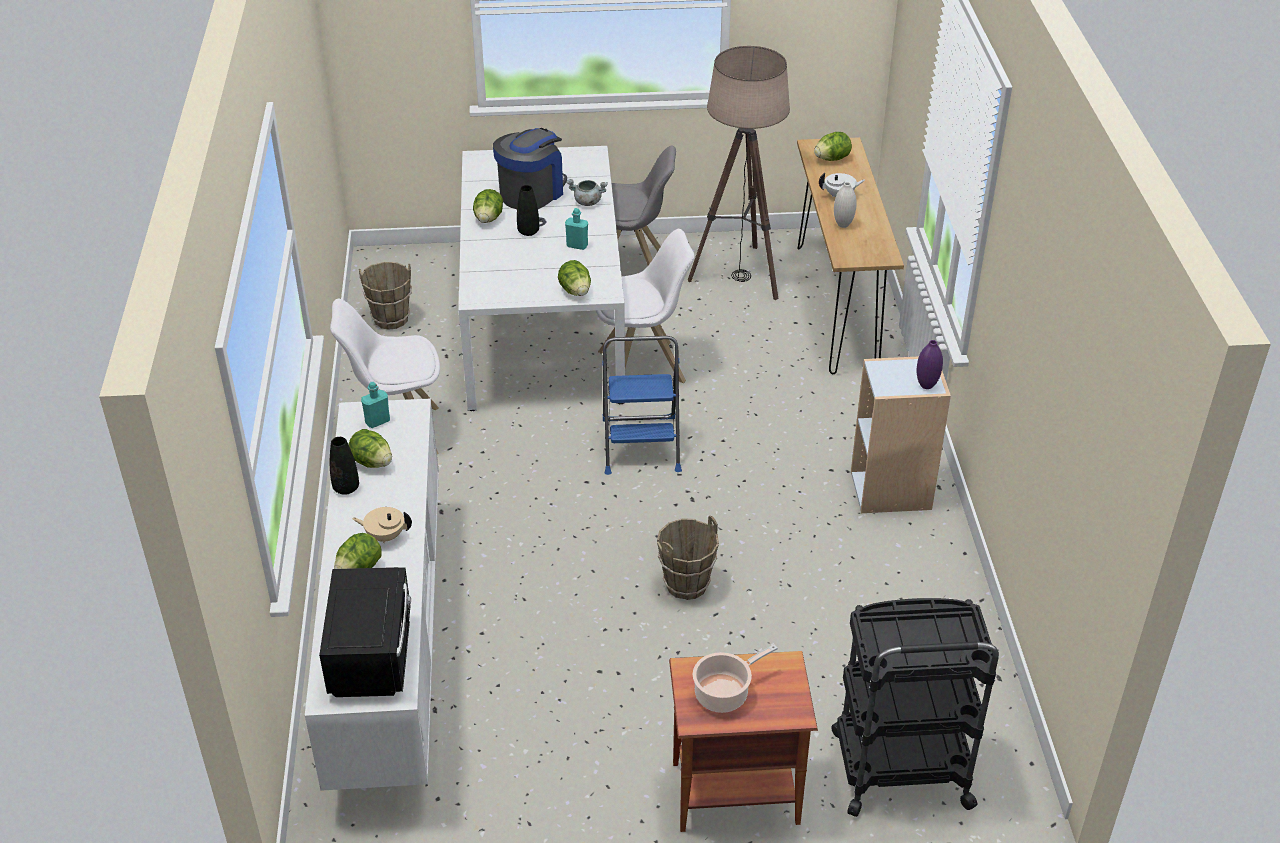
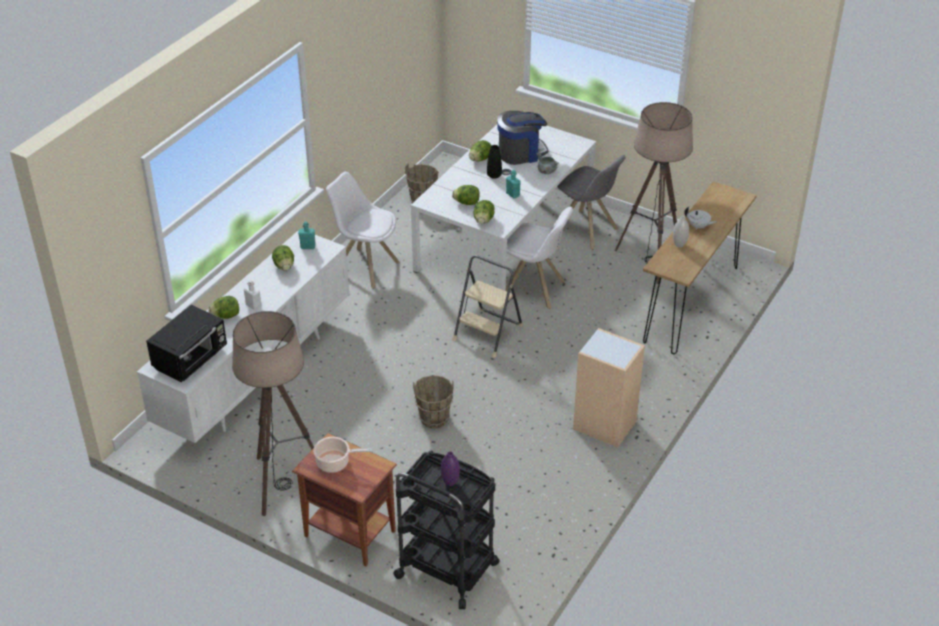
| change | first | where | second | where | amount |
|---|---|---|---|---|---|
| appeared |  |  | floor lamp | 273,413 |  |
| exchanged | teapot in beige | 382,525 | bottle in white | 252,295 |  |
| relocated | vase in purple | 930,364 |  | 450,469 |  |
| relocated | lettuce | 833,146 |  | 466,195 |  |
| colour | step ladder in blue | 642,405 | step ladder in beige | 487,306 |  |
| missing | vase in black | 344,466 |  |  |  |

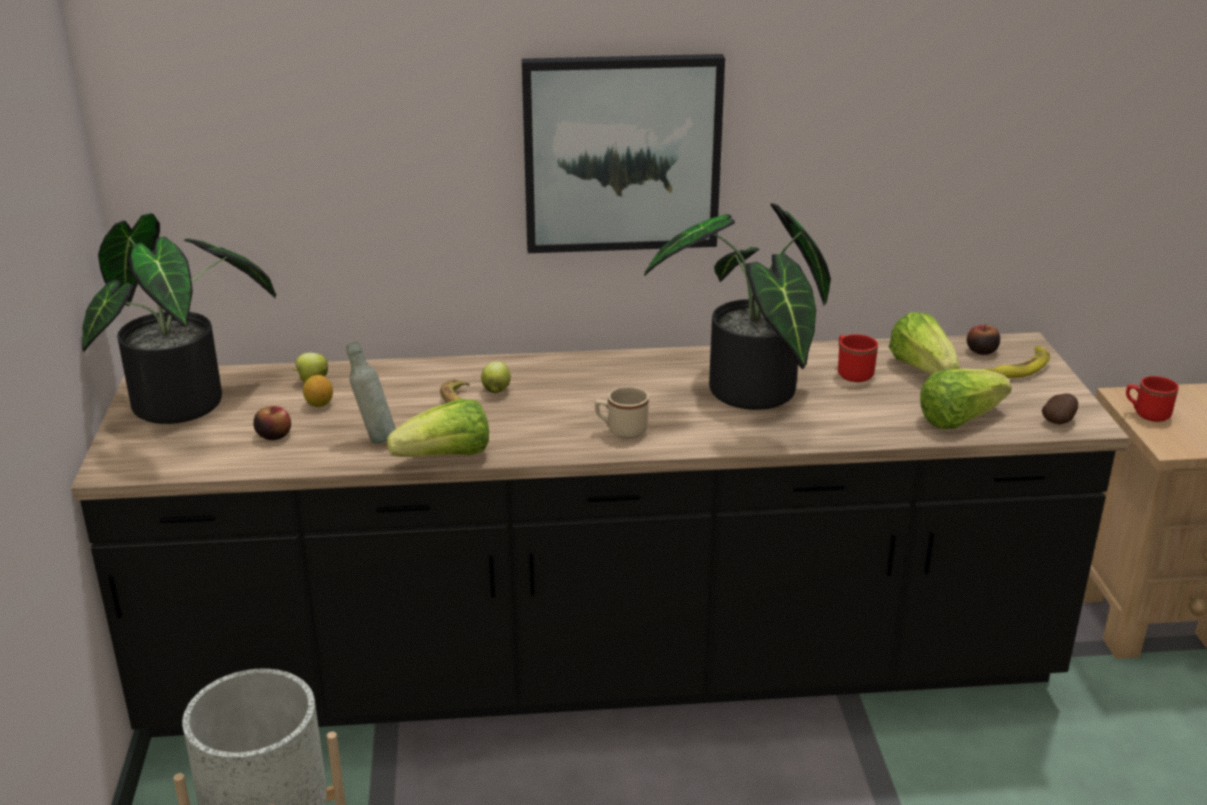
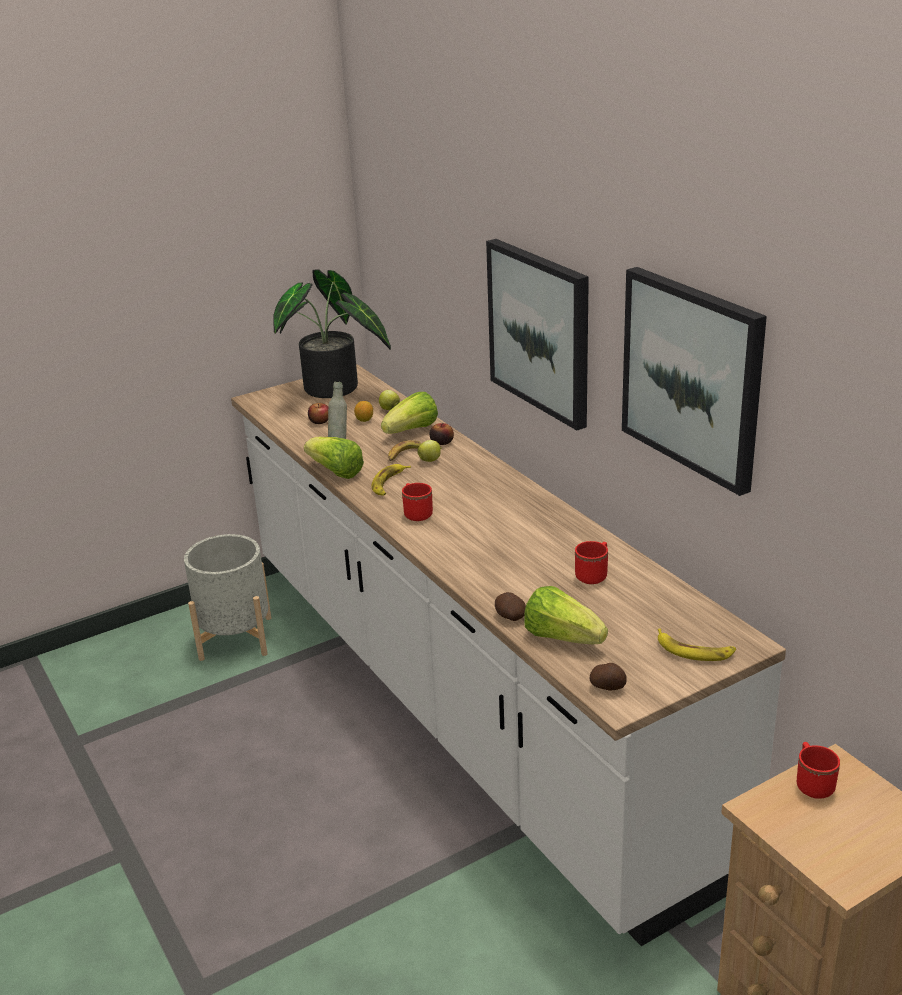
| change | first | where | second | where | amount |
|---|---|---|---|---|---|
| colour | counter in black | 600,534 | counter in white | 508,655 |  |
| appeared |  |  | banana | 391,480 |  |
| relocated | lettuce | 924,343 |  | 409,413 |  |
| colour | mug in beige | 622,413 | mug in red | 417,502 |  |
| relocated | apple | 983,339 |  | 442,434 |  |
| appeared |  |  | potato | 510,606 |  |
| appeared |  |  | picture | 694,381 |  |
| missing | potted plant | 737,306 |  |  |  |

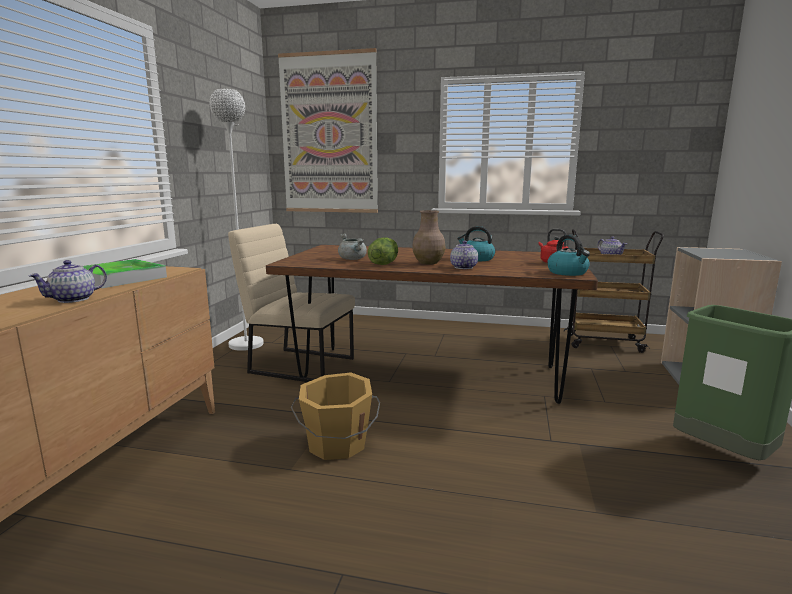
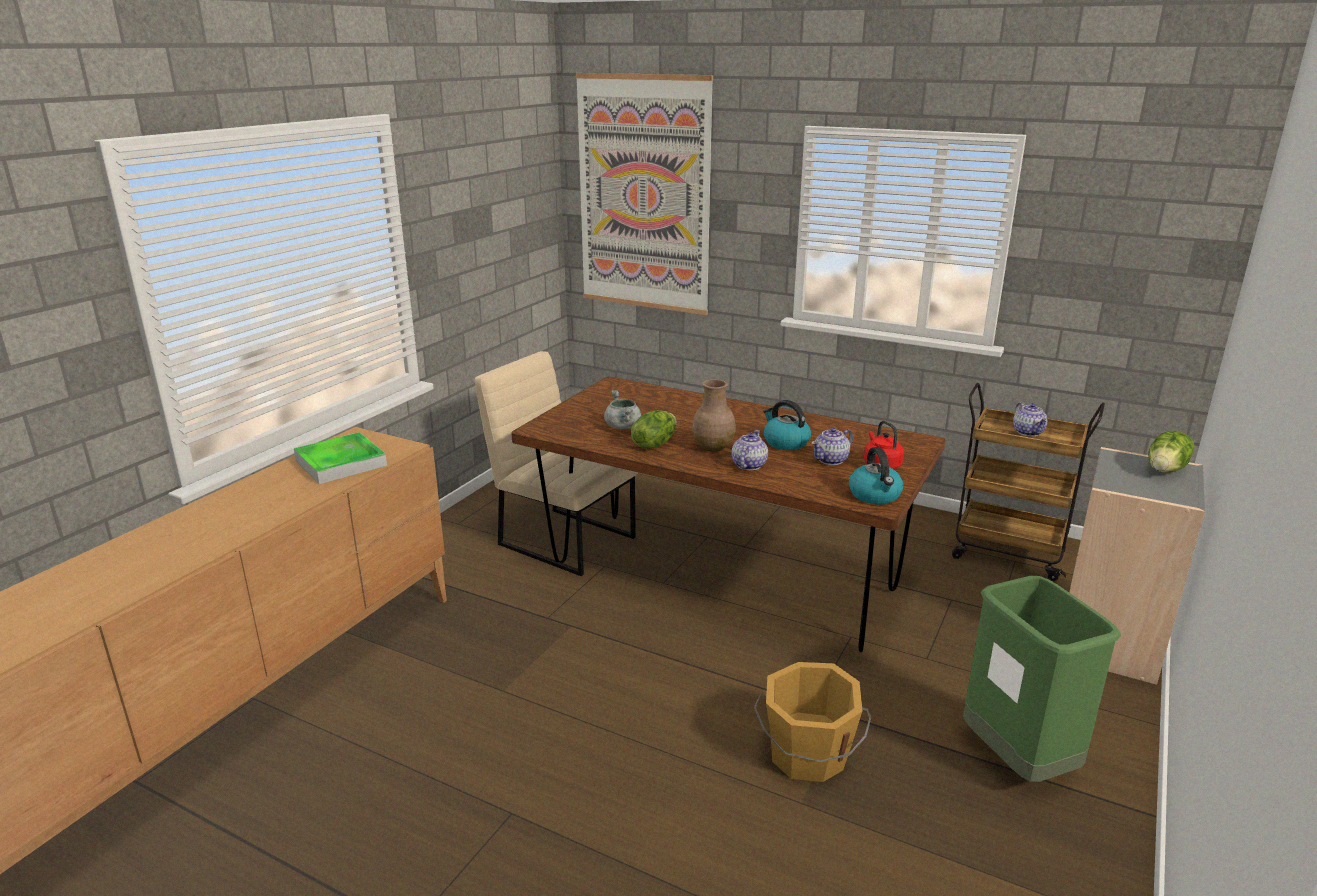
| change | first | where | second | where | amount |
|---|---|---|---|---|---|
| relocated | bucket in orange | 335,416 |  | 812,722 |  |
| relocated | teapot | 67,281 |  | 832,446 |  |
| appeared |  |  | lettuce | 1171,452 |  |
| missing | floor lamp in white | 237,220 |  |  |  |

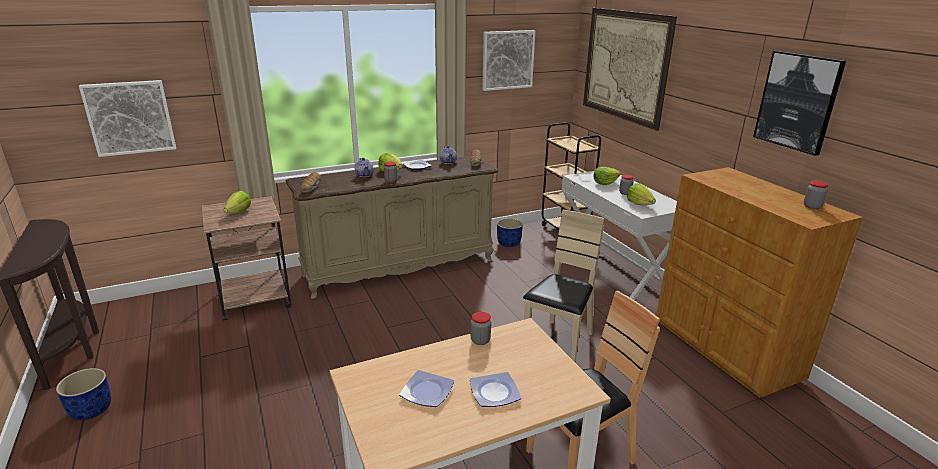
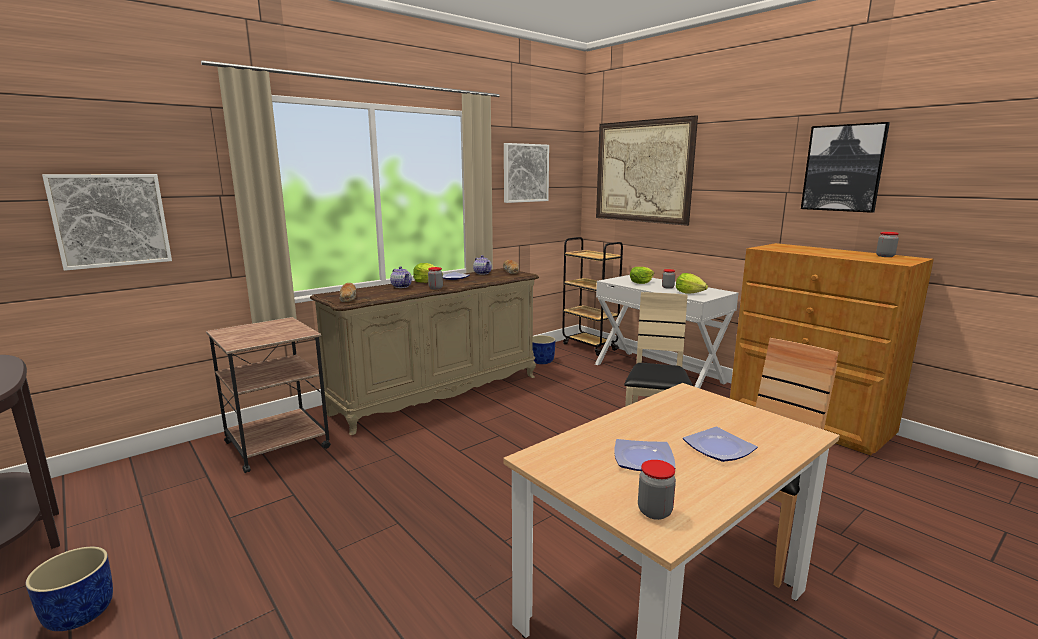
| change | first | where | second | where | amount |
|---|---|---|---|---|---|
| relocated | jar | 481,328 |  | 657,490 |  |
| missing | lettuce | 237,202 |  |  |  |

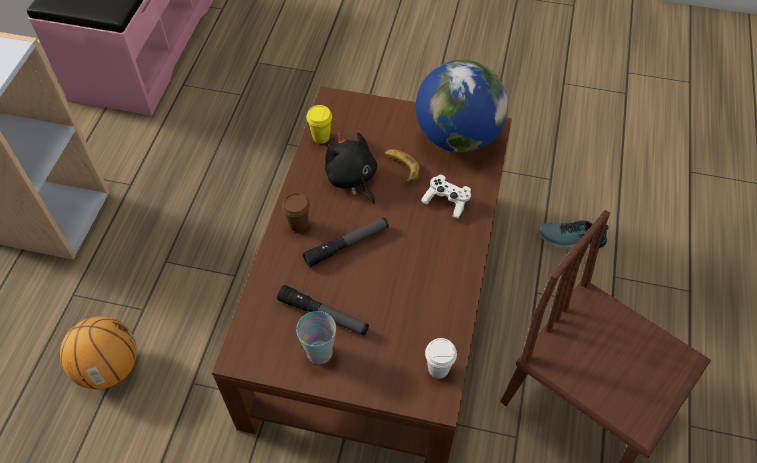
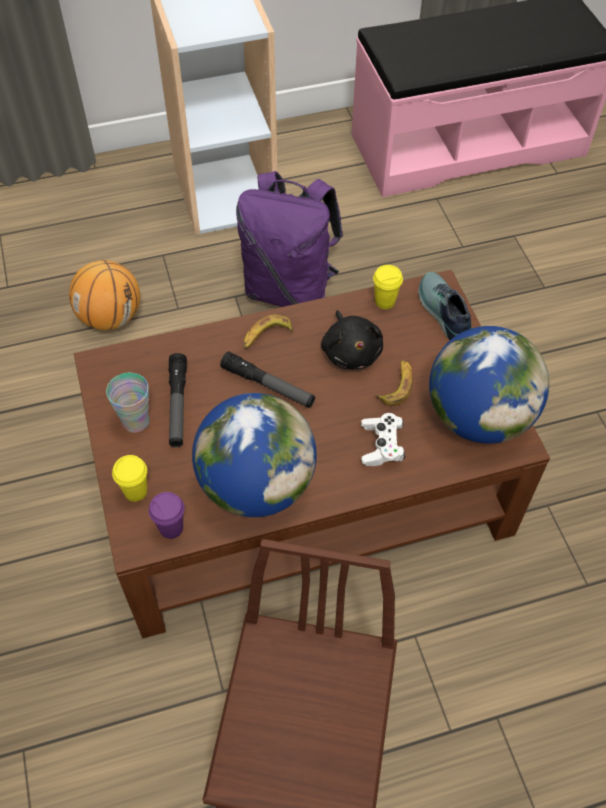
| change | first | where | second | where | amount |
|---|---|---|---|---|---|
| appeared |  |  | cup in yellow | 129,478 |  |
| colour | cup in white | 441,358 | cup in purple | 167,515 |  |
| appeared |  |  | globe | 254,455 |  |
| appeared |  |  | backpack in purple | 289,239 |  |
| exchanged | cup in brown | 296,212 | banana | 269,331 |  |
| spun | plush toy in black | 351,168 |  | 352,339 | 135 degrees clockwise |
| relocated | shoe | 574,234 |  | 445,306 |  |

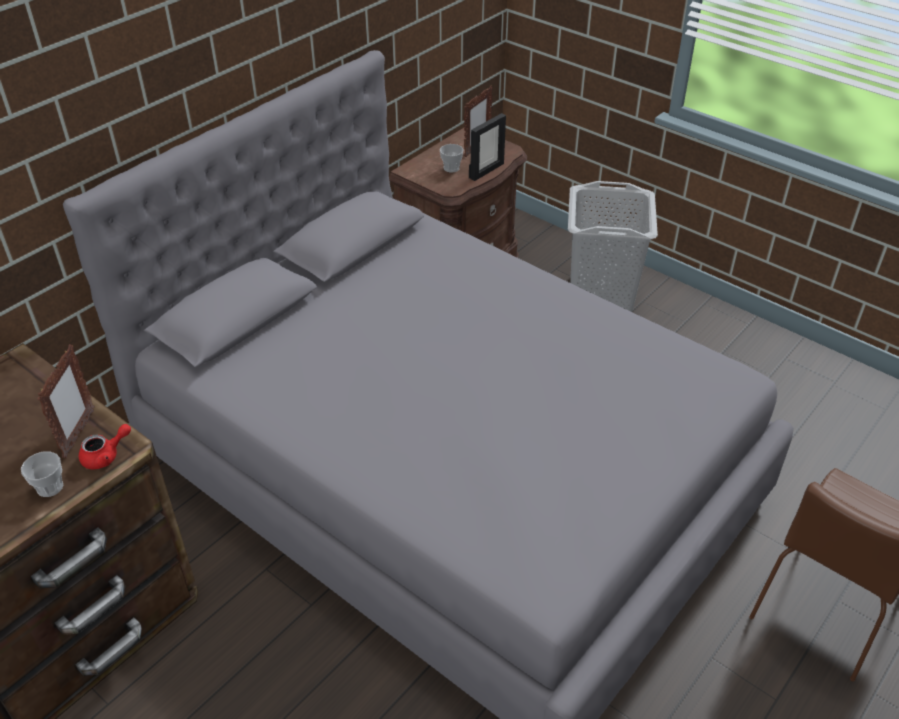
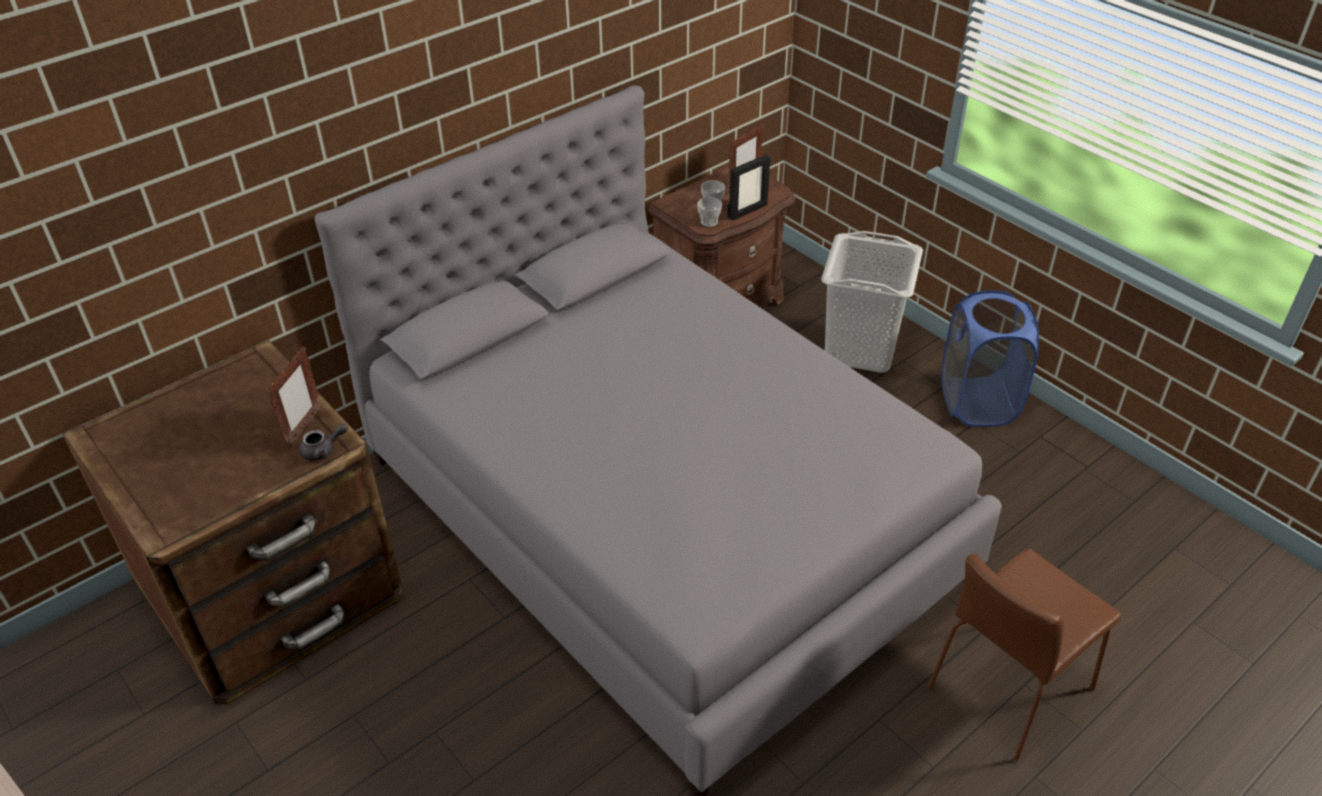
| change | first | where | second | where | amount |
|---|---|---|---|---|---|
| colour | teapot in red | 105,447 | teapot in grey | 324,442 |  |
| relocated | cup | 42,474 |  | 709,212 |  |
| appeared |  |  | laundry basket in blue | 990,358 |  |

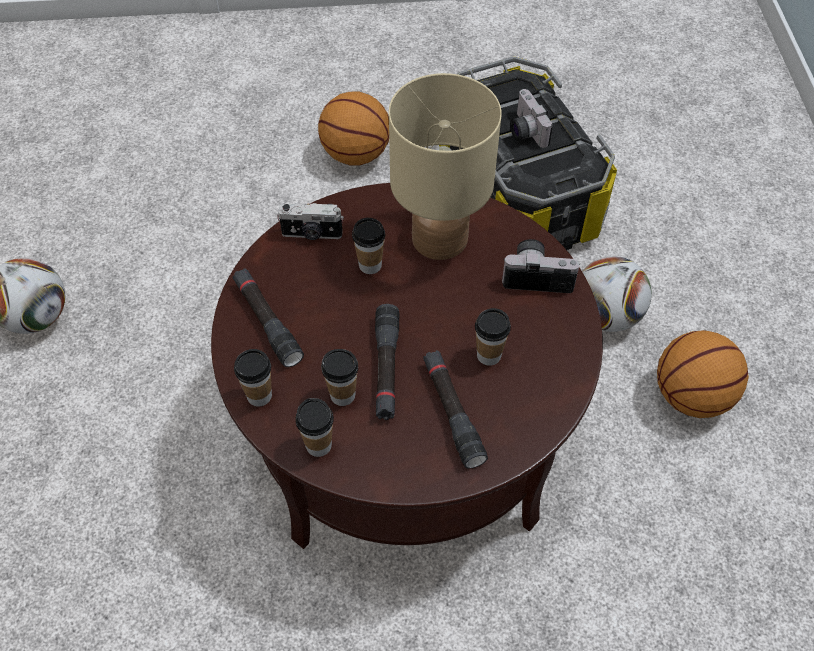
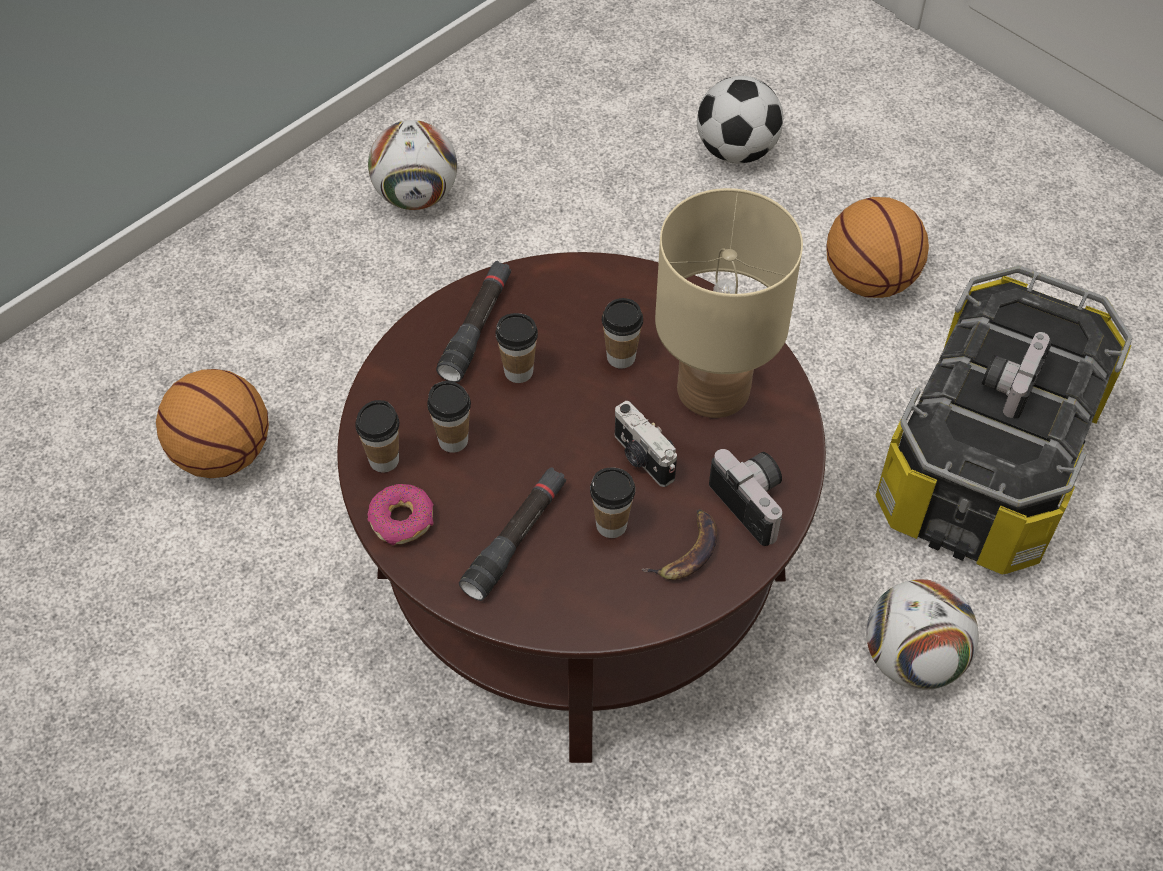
| change | first | where | second | where | amount |
|---|---|---|---|---|---|
| relocated | basketball | 703,374 |  | 212,423 |  |
| appeared |  |  | donut | 400,514 |  |
| relocated | cup | 253,378 |  | 517,348 |  |
| relocated | photo camera | 310,221 |  | 646,444 |  |
| appeared |  |  | banana | 679,544 |  |
| appeared |  |  | football | 740,120 |  |
| missing | flashlight in black | 387,362 |  |  |  |

